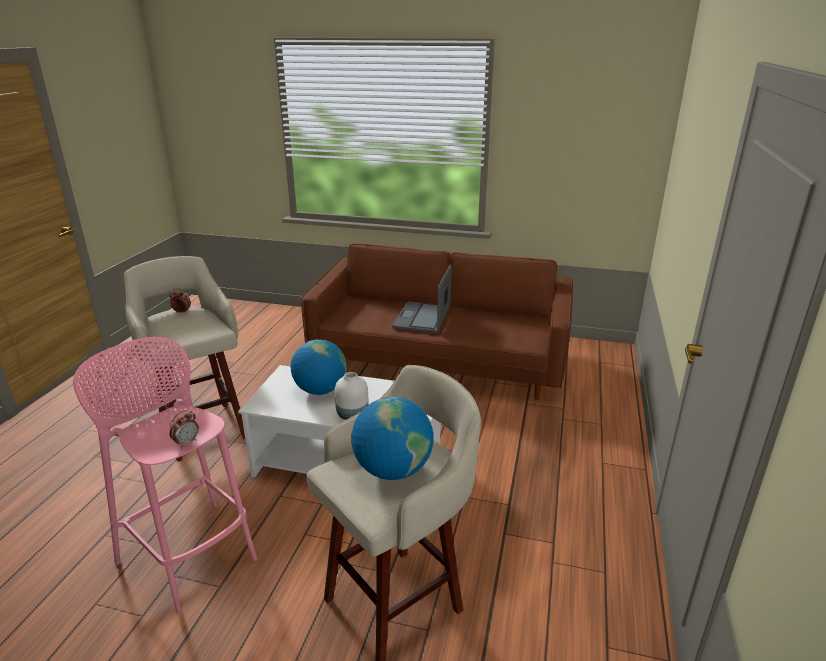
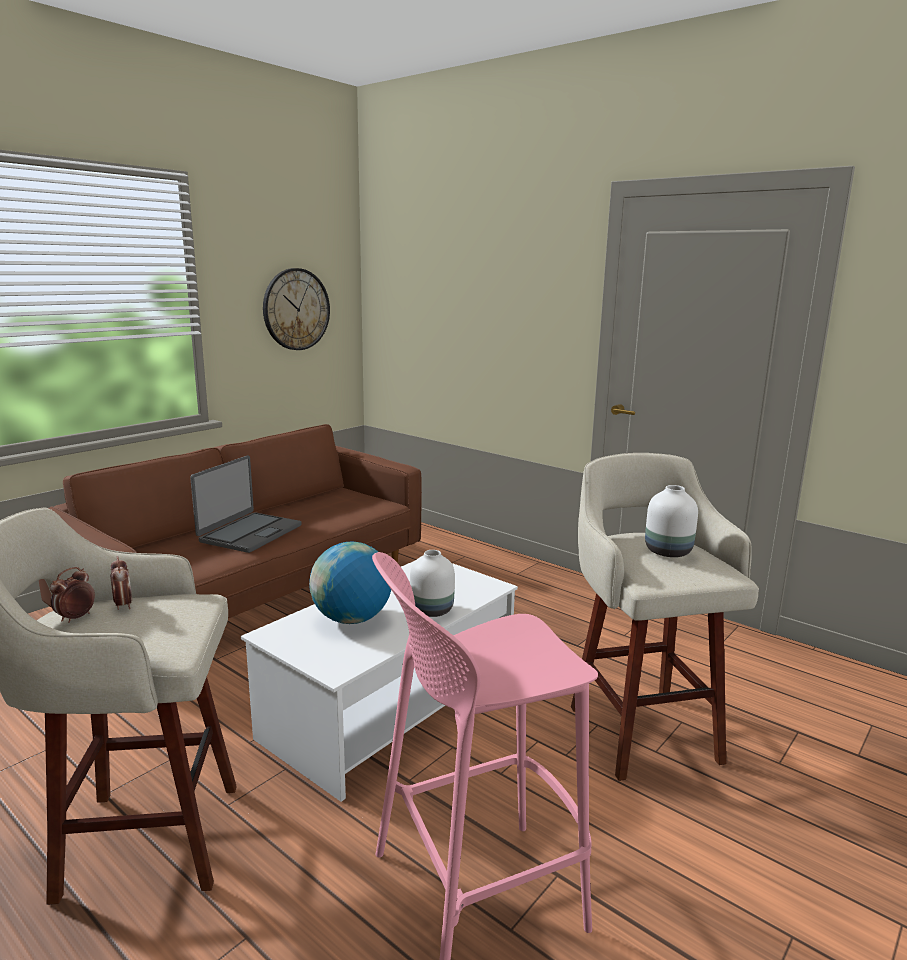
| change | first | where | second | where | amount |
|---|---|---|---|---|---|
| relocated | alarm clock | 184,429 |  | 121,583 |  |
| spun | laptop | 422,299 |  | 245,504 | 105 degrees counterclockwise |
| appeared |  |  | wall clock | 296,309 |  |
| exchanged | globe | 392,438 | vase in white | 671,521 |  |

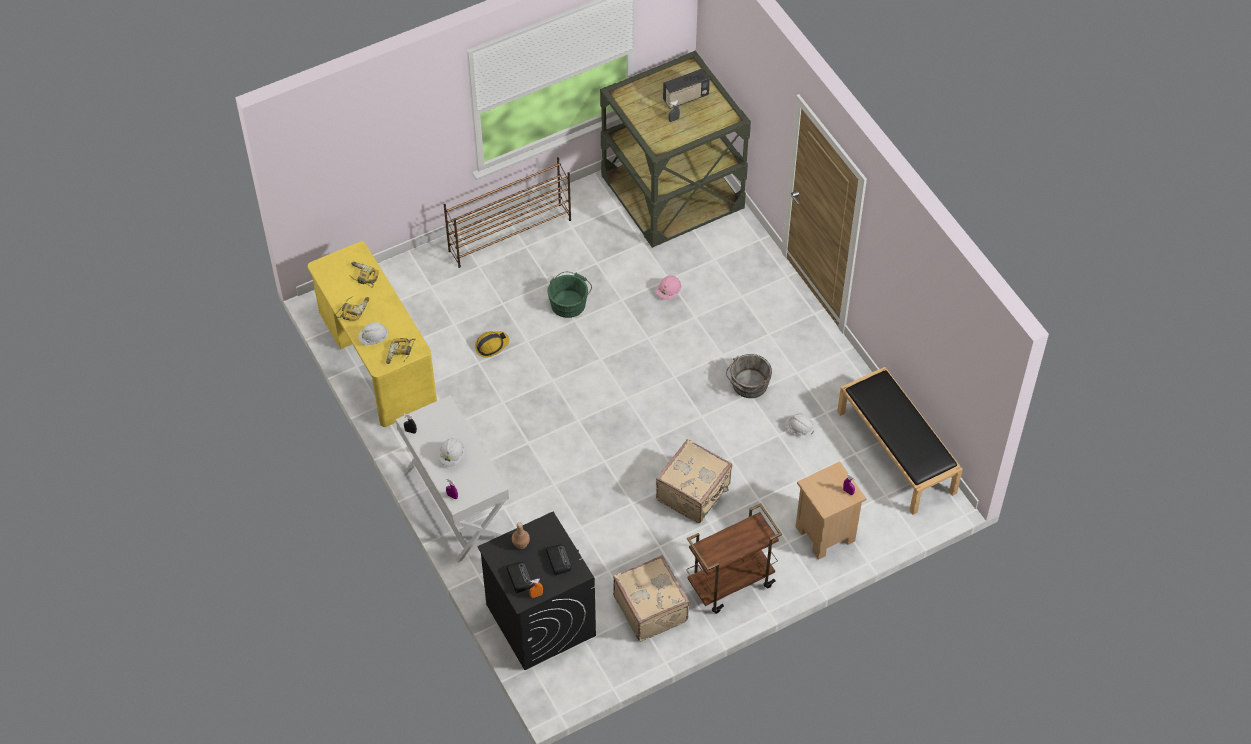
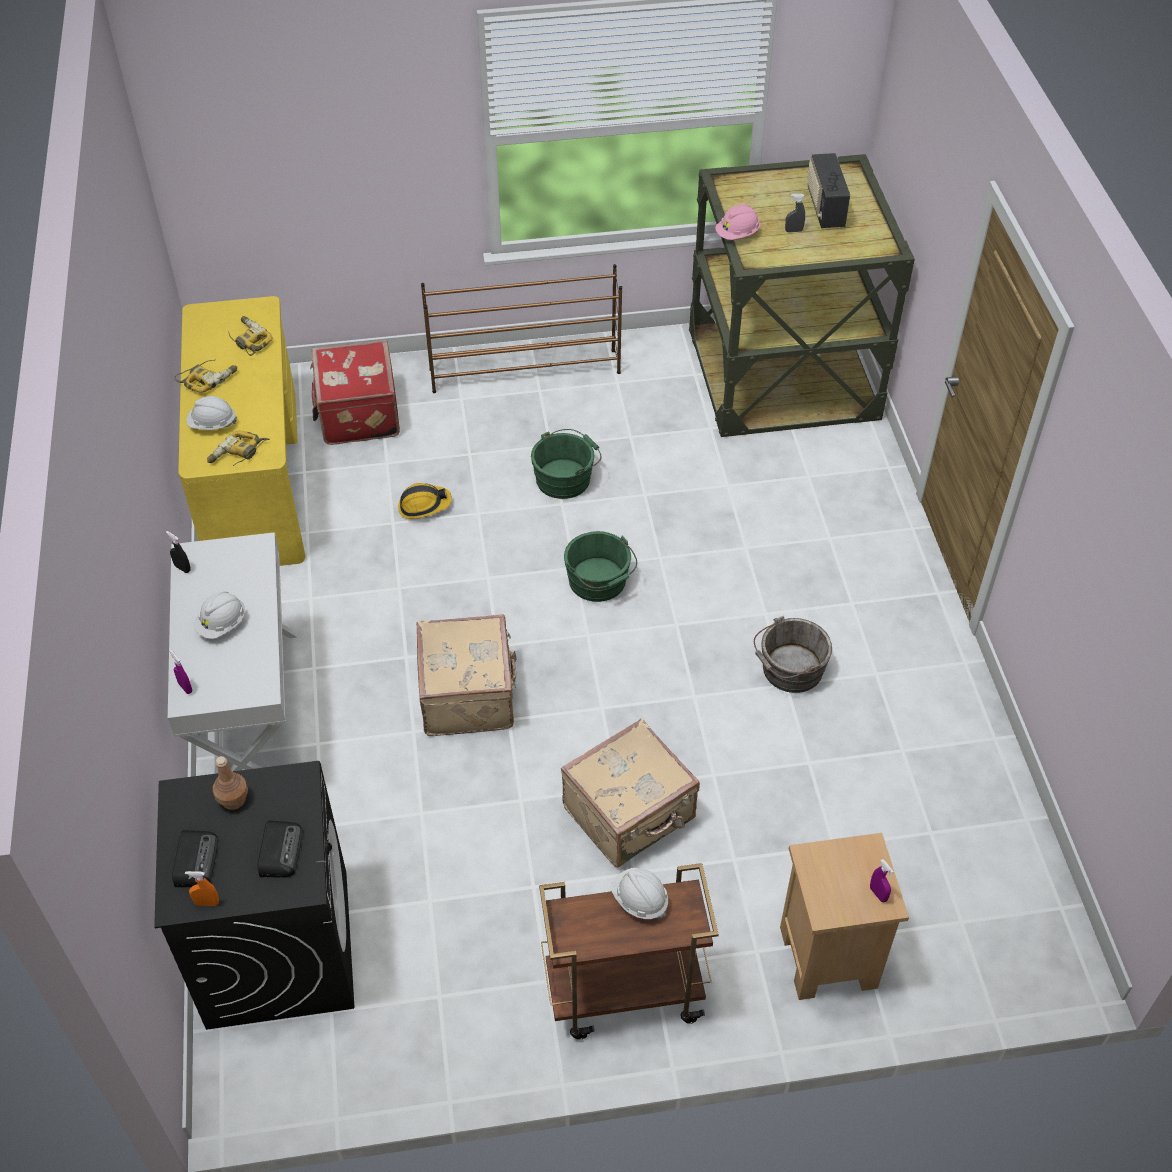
| change | first | where | second | where | amount |
|---|---|---|---|---|---|
| appeared |  |  | suitcase in red | 355,392 |  |
| relocated | suitcase in beige | 651,598 |  | 466,675 |  |
| appeared |  |  | bucket in green | 600,566 |  |
| relocated | hard hat in white | 799,425 |  | 639,894 |  |
| relocated | hard hat in pink | 669,287 |  | 737,222 |  |
| spun | radio | 686,89 |  | 828,190 | 90 degrees clockwise |
| missing | bench in black | 900,441 |  |  |  |

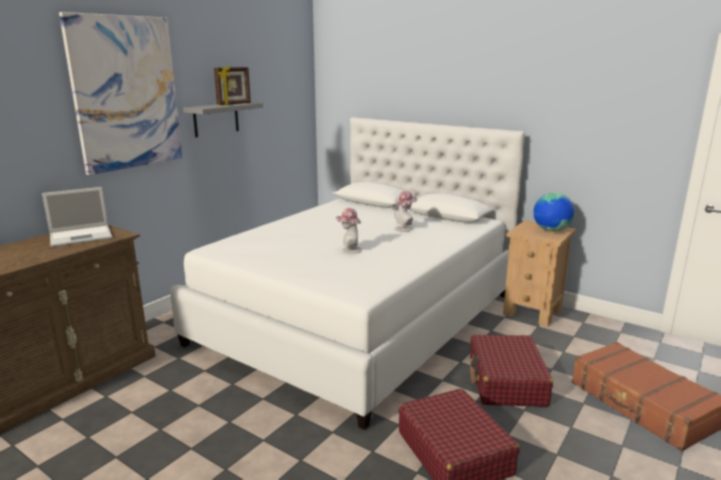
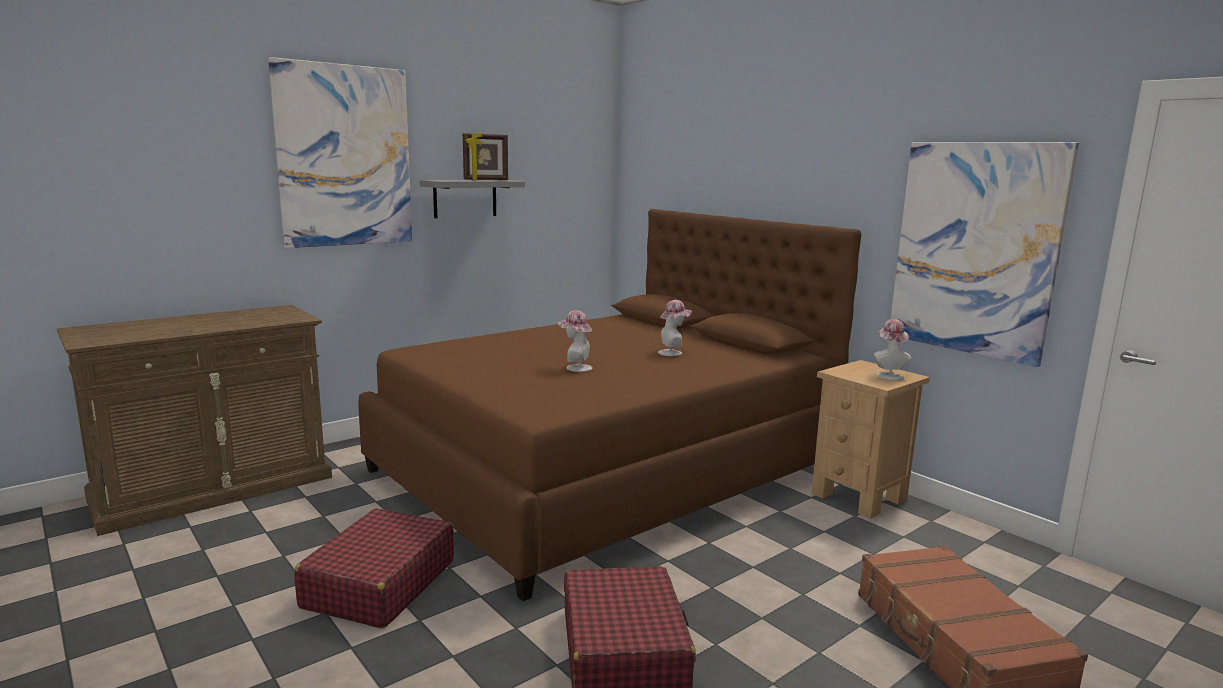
| change | first | where | second | where | amount |
|---|---|---|---|---|---|
| relocated | suitcase in red | 511,371 |  | 374,568 |  |
| colour | bed in white | 347,273 | bed in brown | 610,405 |  |
| exchanged | globe | 554,212 | hat | 892,350 |  |
| appeared |  |  | picture | 984,254 |  |
| missing | laptop | 77,217 |  |  |  |

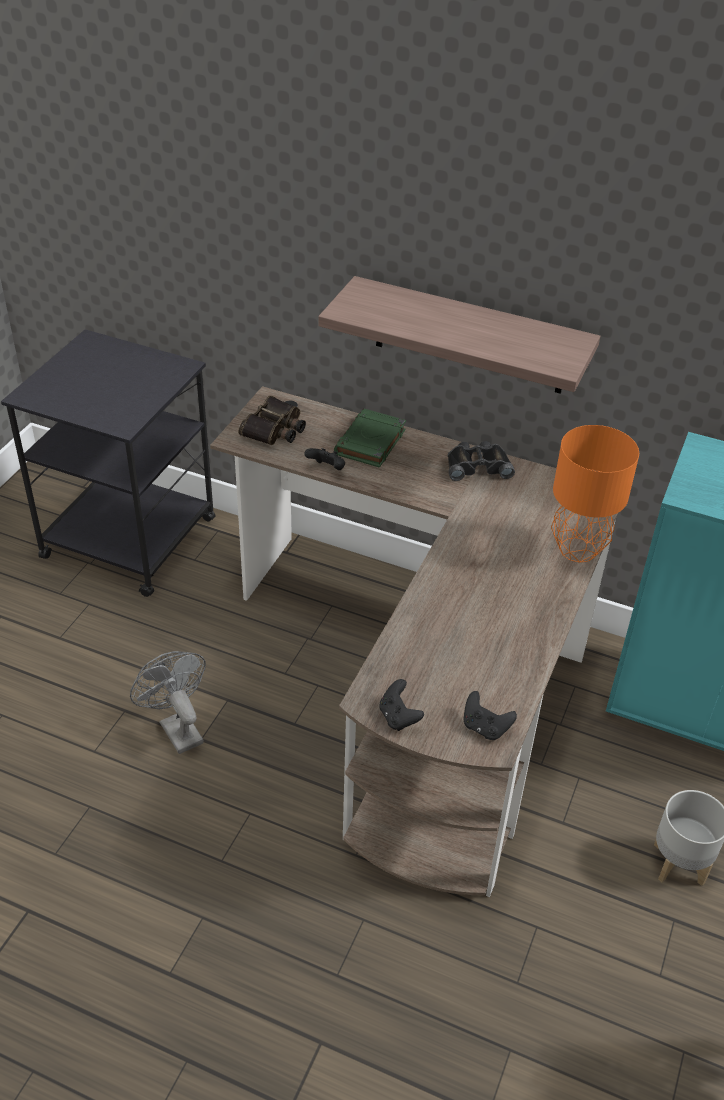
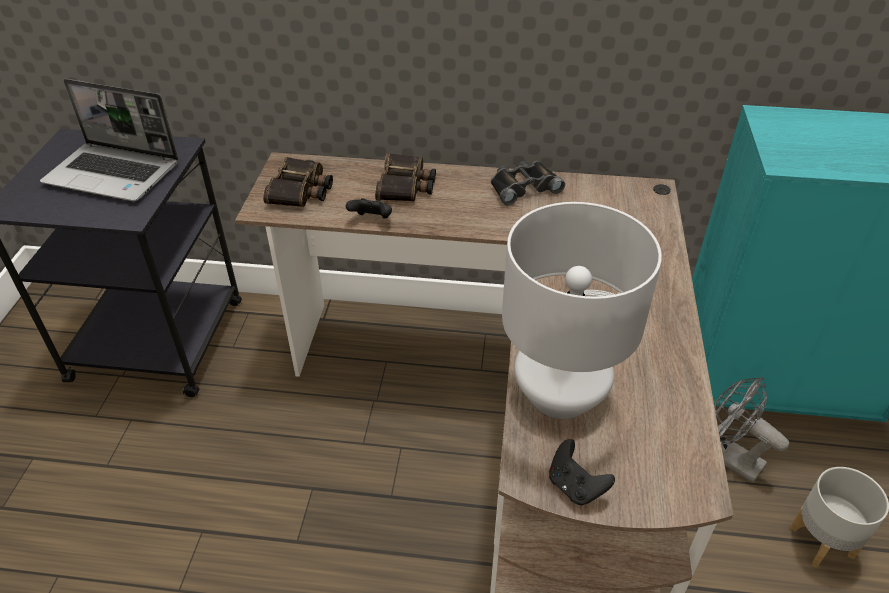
| change | first | where | second | where | amount |
|---|---|---|---|---|---|
| appeared |  |  | laptop | 109,140 |  |
| exchanged | book in green | 370,438 | binoculars | 405,177 |  |
| appeared |  |  | table lamp in grey | 582,310 |  |
| relocated | fan in grey | 168,702 |  | 751,430 |  |
| missing | shelf | 459,335 |  |  |  |
| missing | game controller in black | 490,715 |  |  |  |
| missing | table lamp in orange | 595,494 |  |  |  |

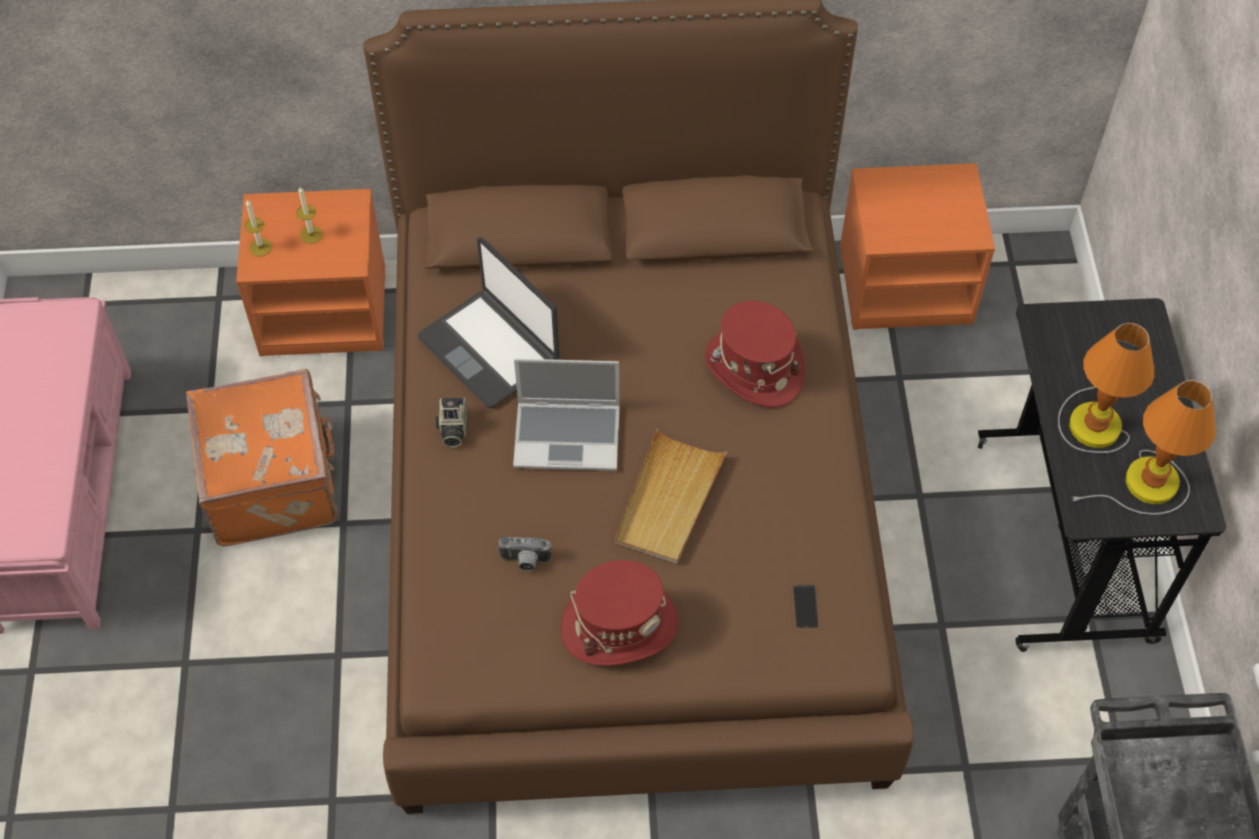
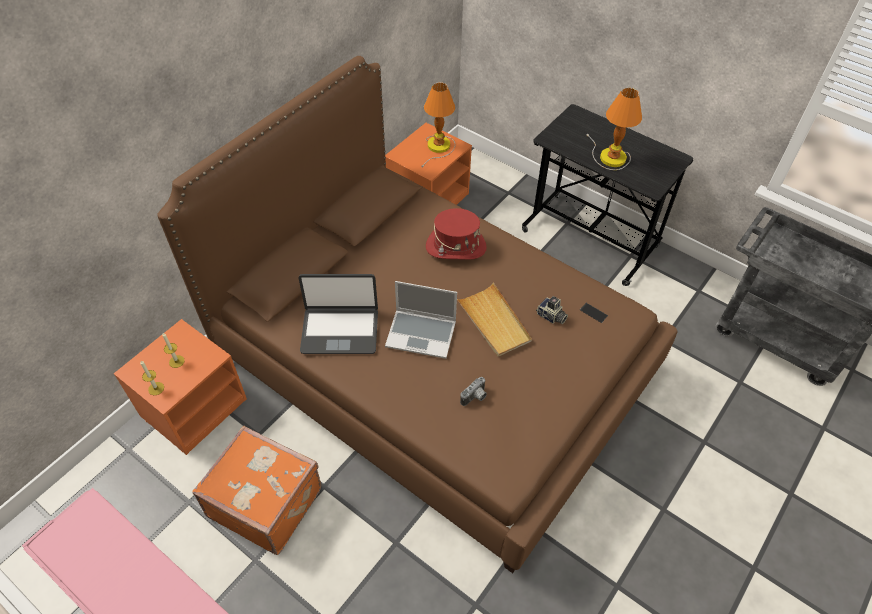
| change | first | where | second | where | amount |
|---|---|---|---|---|---|
| spun | laptop | 566,415 |  | 421,320 | 60 degrees clockwise |
| relocated | table lamp | 1144,447 |  | 438,125 |  |
| relocated | photo camera | 451,422 |  | 552,310 |  |
| missing | hat in red | 620,613 |  |  |  |

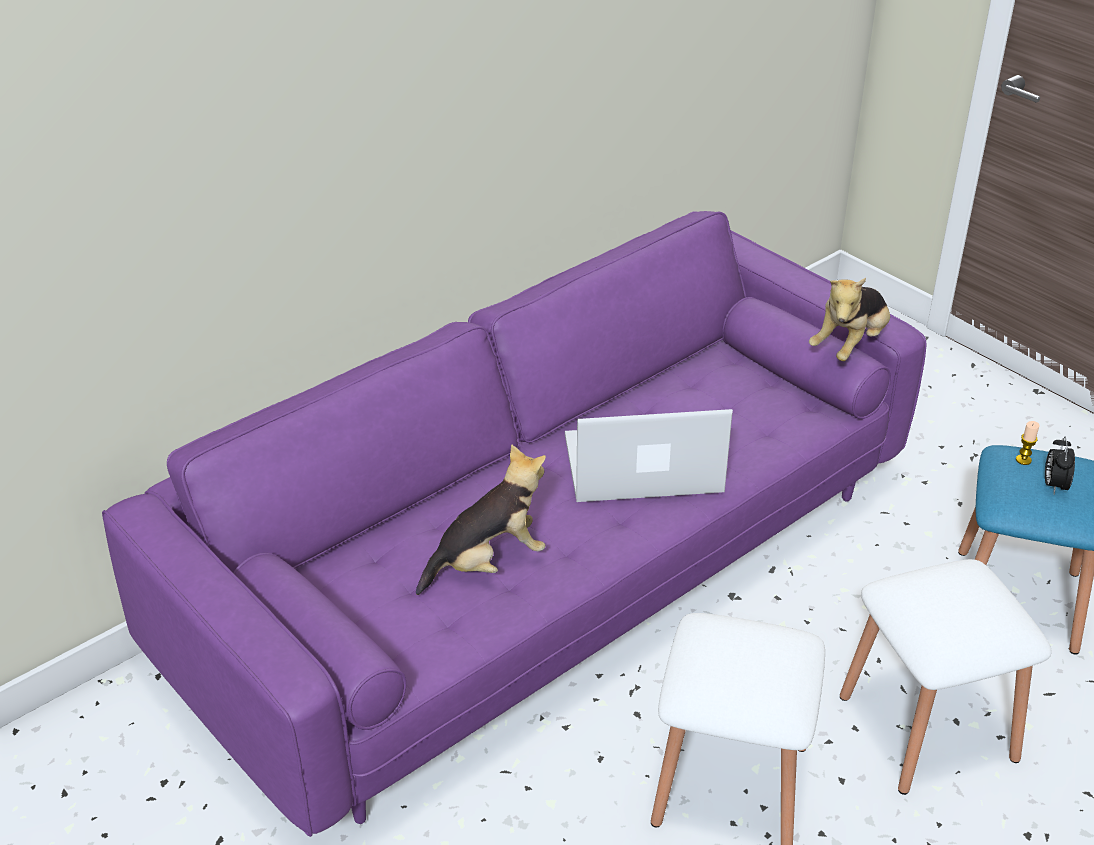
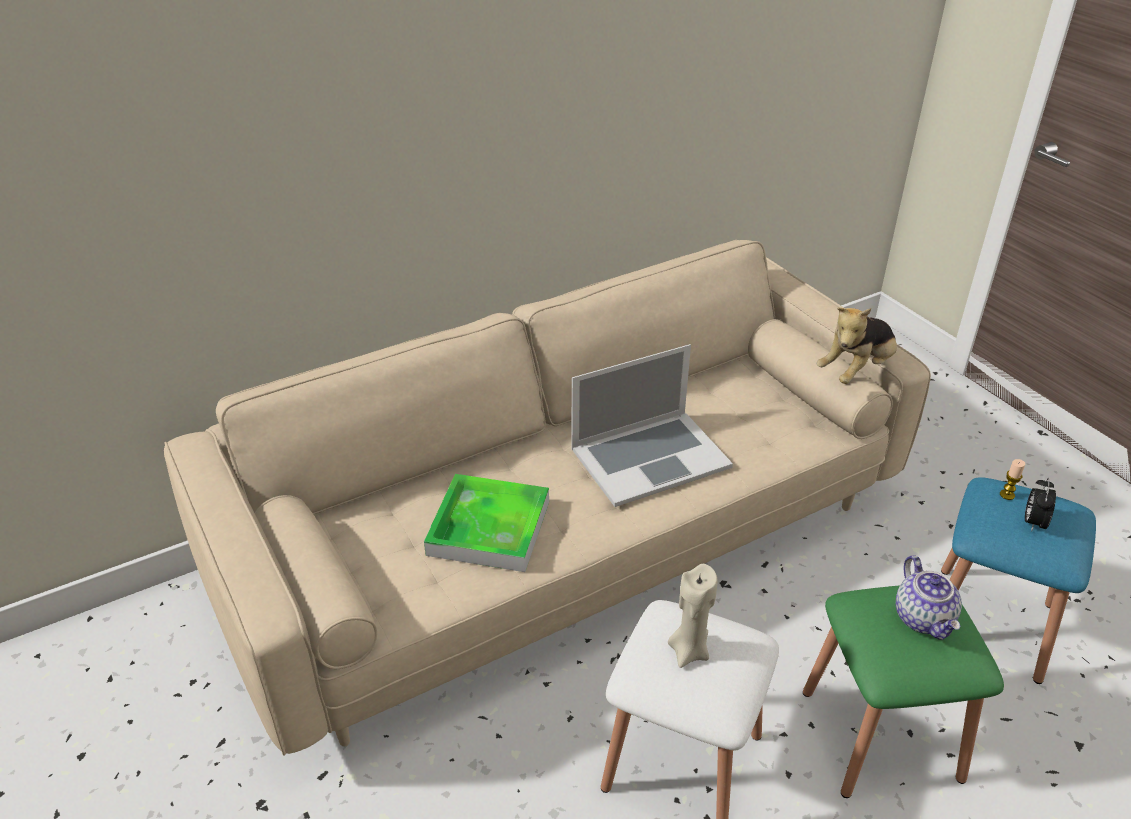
| change | first | where | second | where | amount |
|---|---|---|---|---|---|
| colour | sofa in purple | 514,524 | sofa in beige | 547,498 |  |
| exchanged | plush toy | 481,519 | tray | 486,523 |  |
| spun | laptop | 649,455 |  | 652,425 | 150 degrees clockwise |
| appeared |  |  | candle in beige | 693,616 |  |
| colour | stool in white | 946,677 | stool in green | 903,691 |  |
| appeared |  |  | teapot | 929,597 |  |

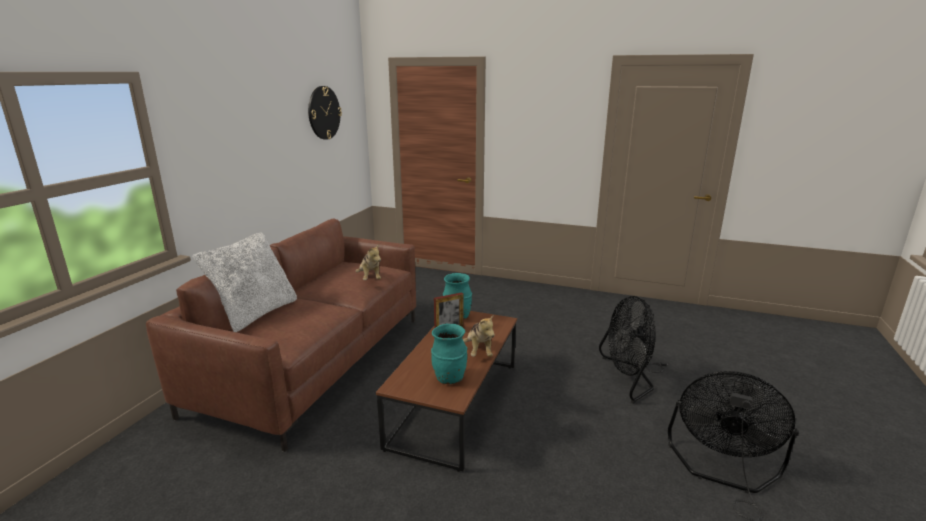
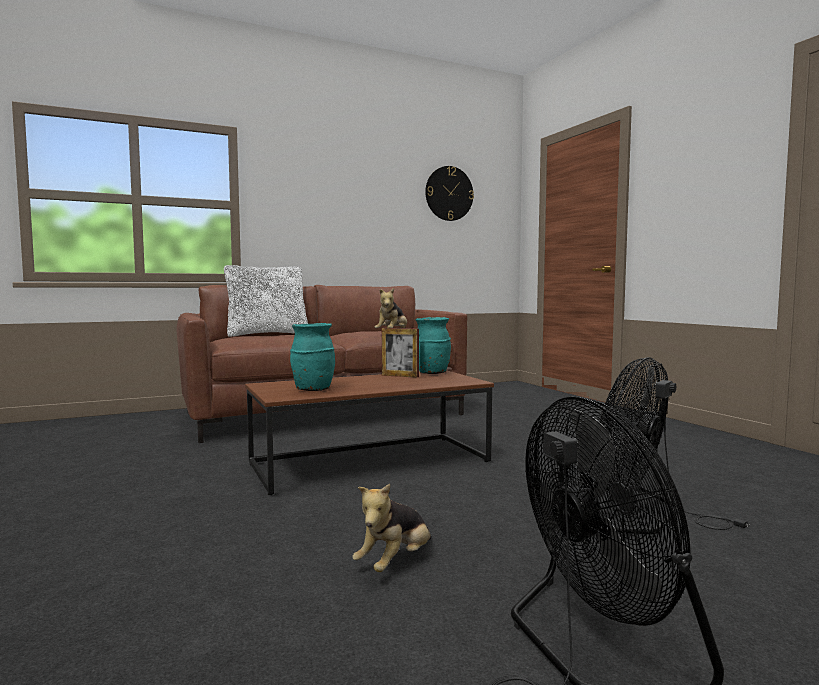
| change | first | where | second | where | amount |
|---|---|---|---|---|---|
| relocated | plush toy | 479,335 |  | 391,527 |  |

